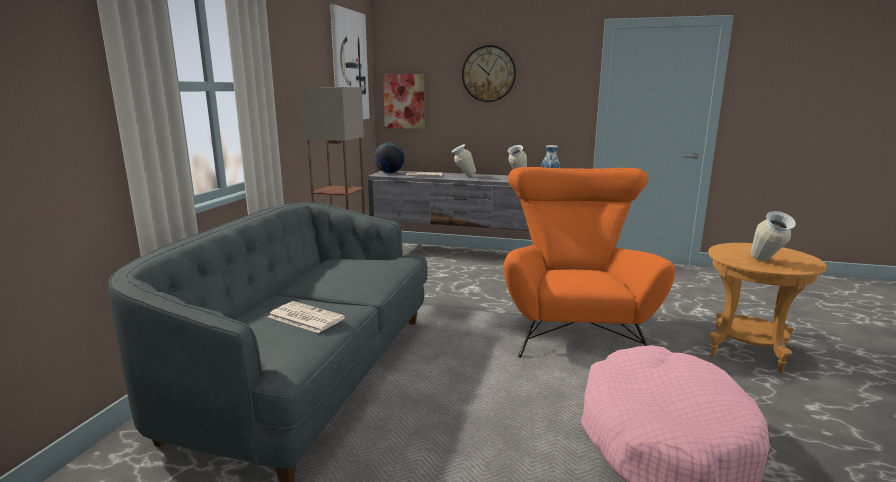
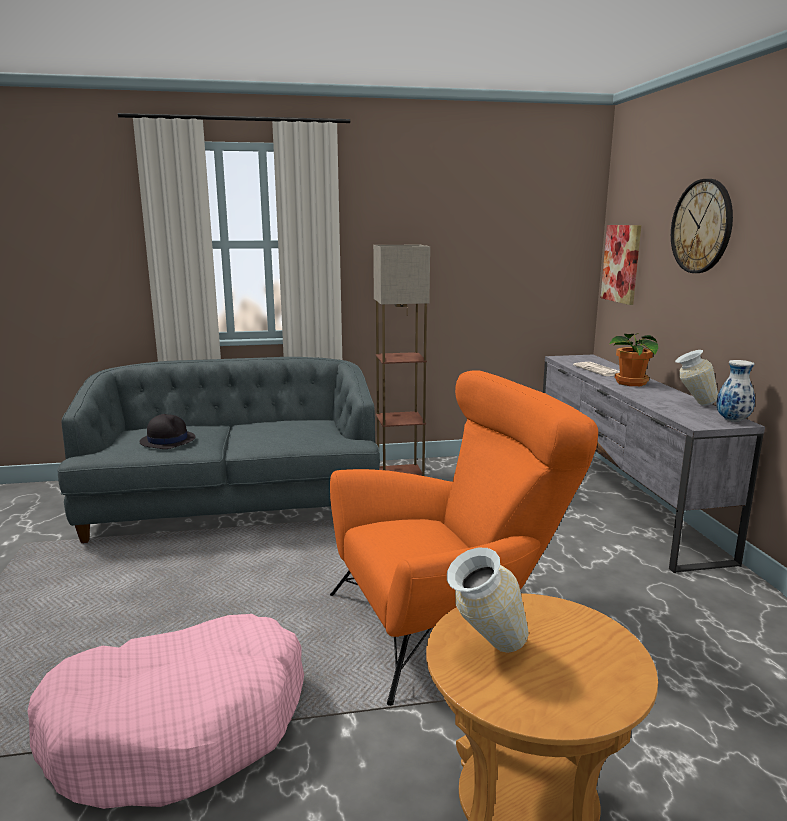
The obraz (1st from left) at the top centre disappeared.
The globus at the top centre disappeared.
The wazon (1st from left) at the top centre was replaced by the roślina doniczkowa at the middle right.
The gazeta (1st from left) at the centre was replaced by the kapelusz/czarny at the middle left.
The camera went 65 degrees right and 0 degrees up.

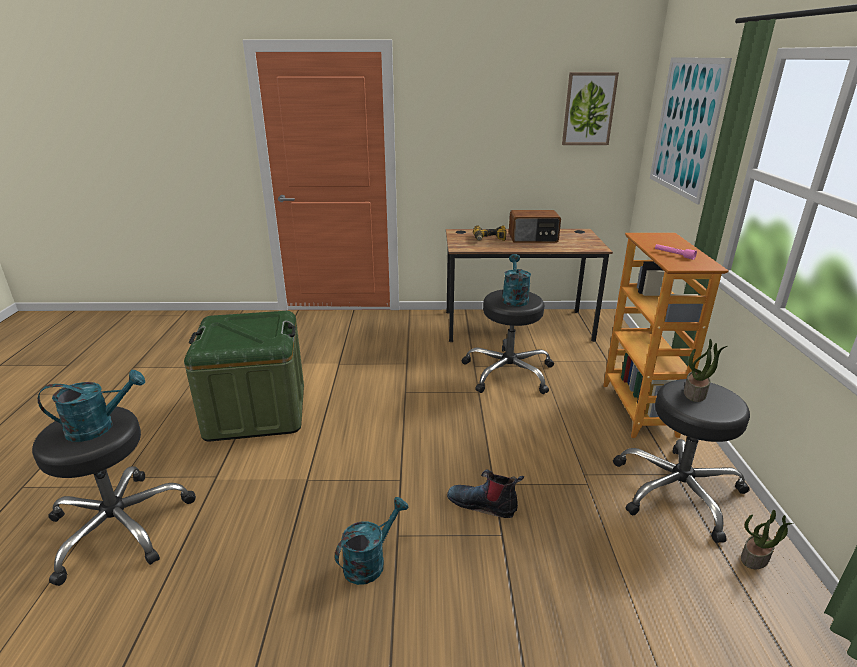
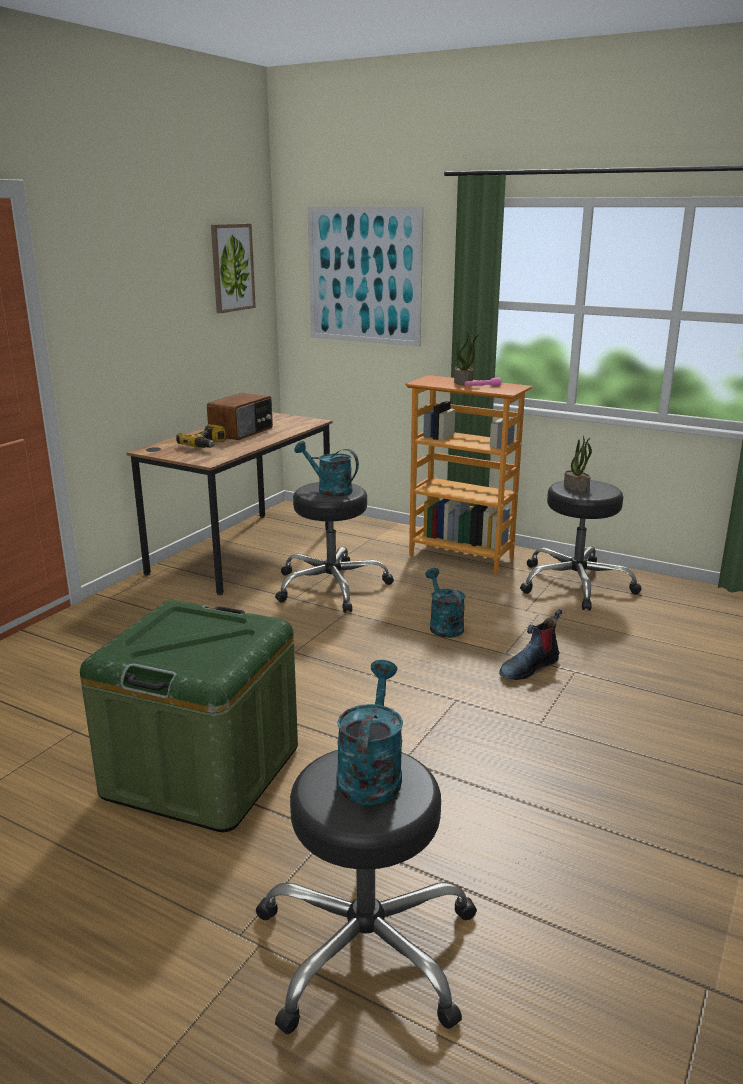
The konewka/turkusowy (2nd from left in the first image) moved from the bottom centre to the centre.
The roślina doniczkowa (2nd from left in the first image) moved from the bottom right to the top centre.
The camera went 60 degrees left and 5 degrees down.

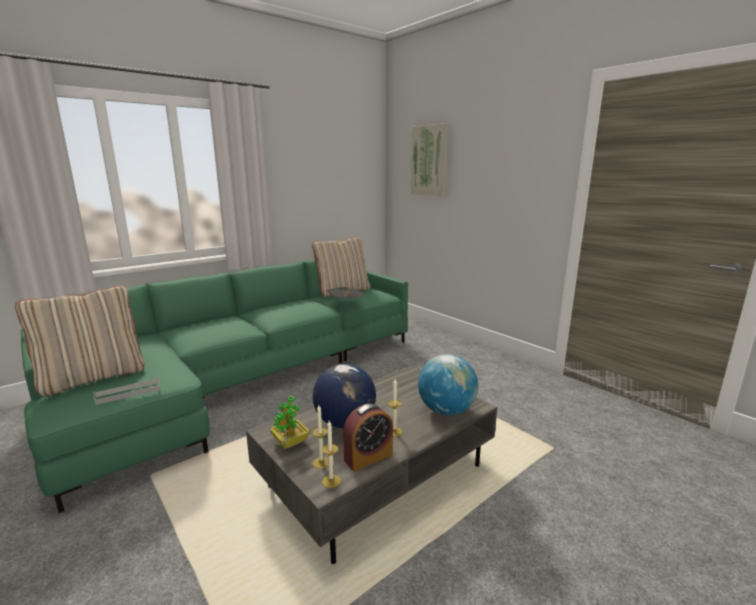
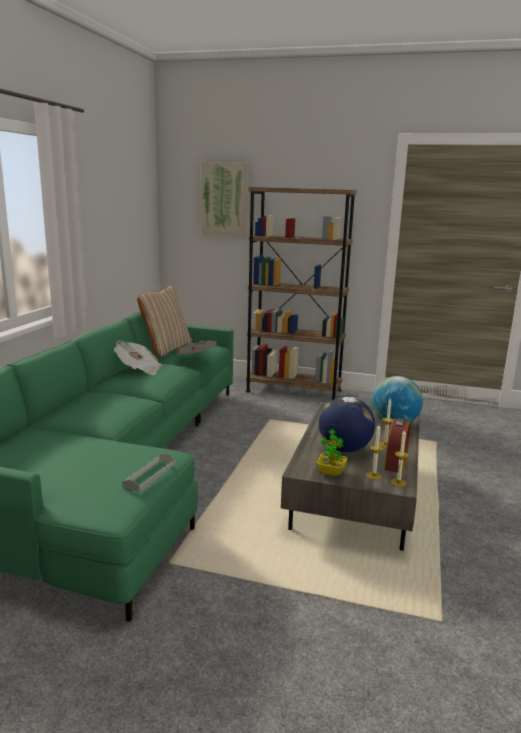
The poduszka/beżowy (1st from left) at the middle left disappeared.
The regał/brązowy at the centre appeared.
The gazeta (1st from left) at the middle left appeared.
The camera went 35 degrees left and 0 degrees up.

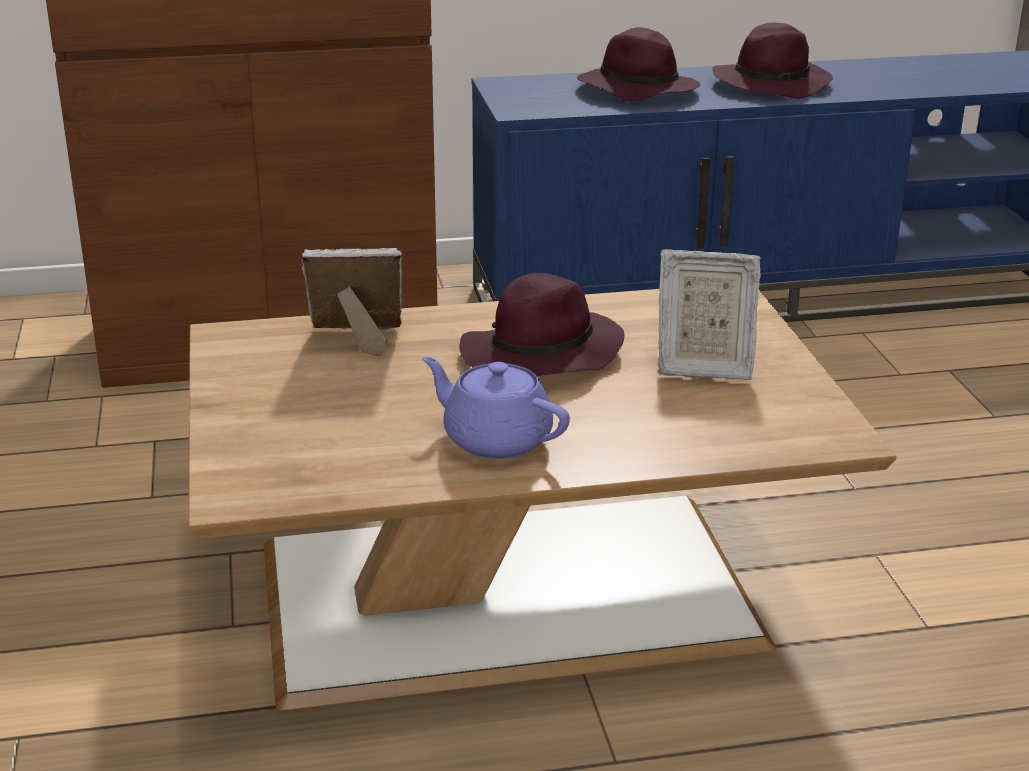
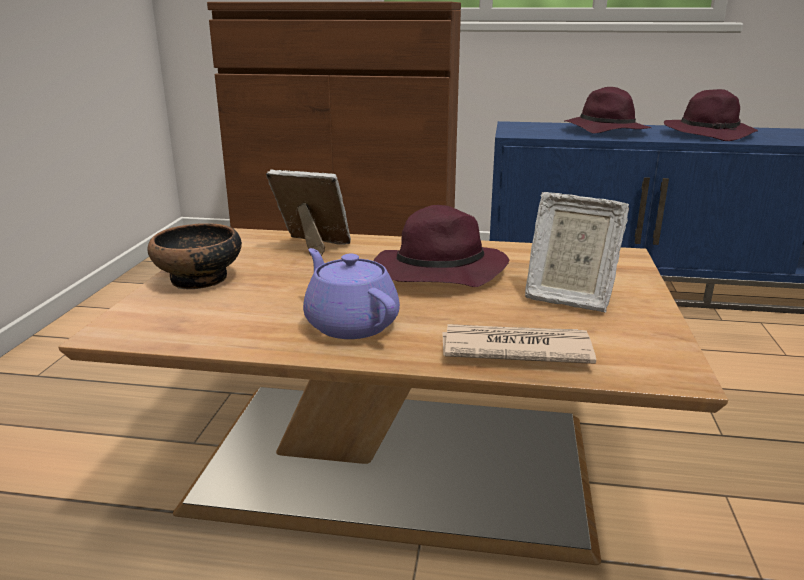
The miska at the middle left appeared.
The gazeta at the centre appeared.
The camera went 20 degrees right and 5 degrees down.

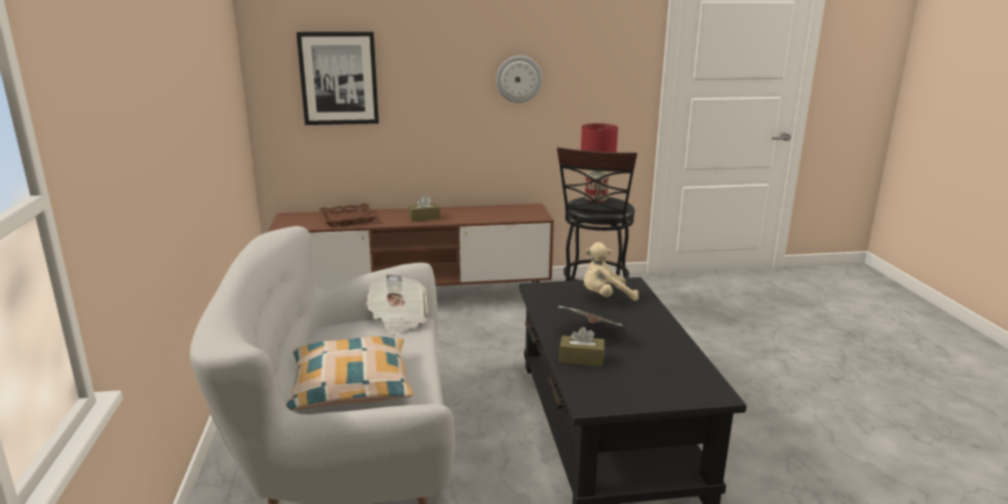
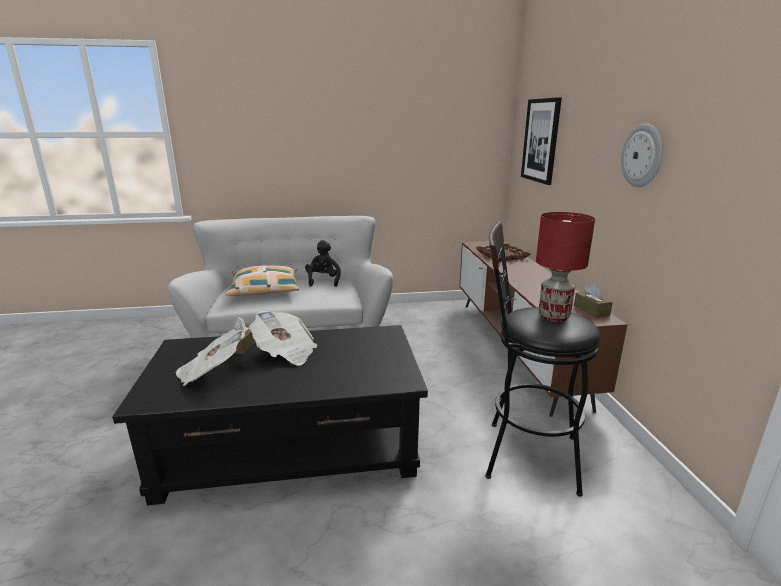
The pudełko chusteczek/brązowy (1st from left in the first image) moved from the centre to the middle right.
The pluszak/beżowy at the centre disappeared.
The gazeta (1st from left) moved from the centre to the middle left.
The pluszak/czarny at the centre appeared.
The camera went 90 degrees right and 0 degrees up.

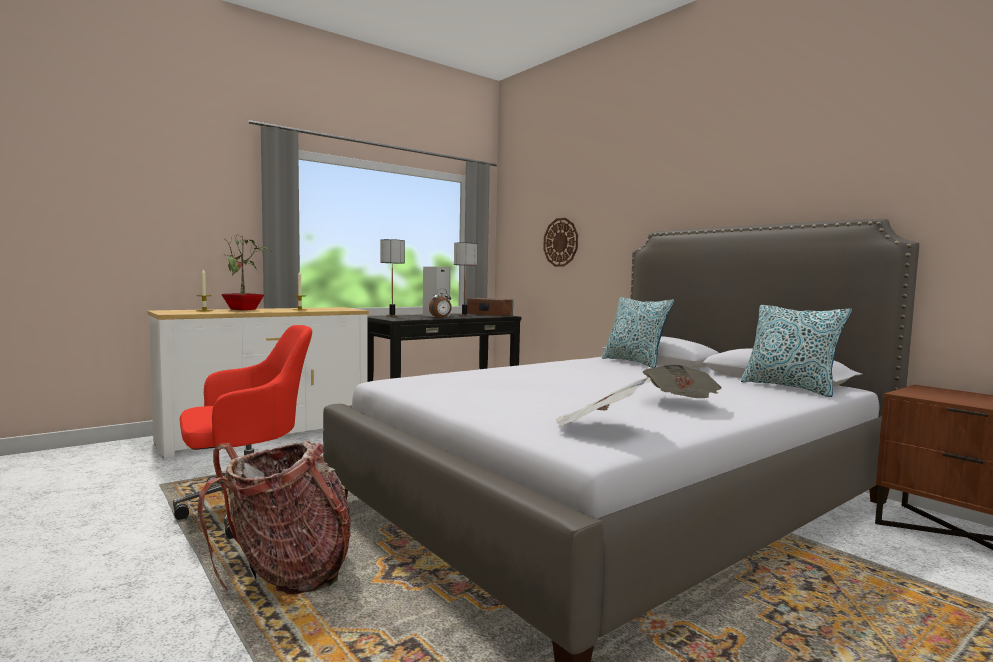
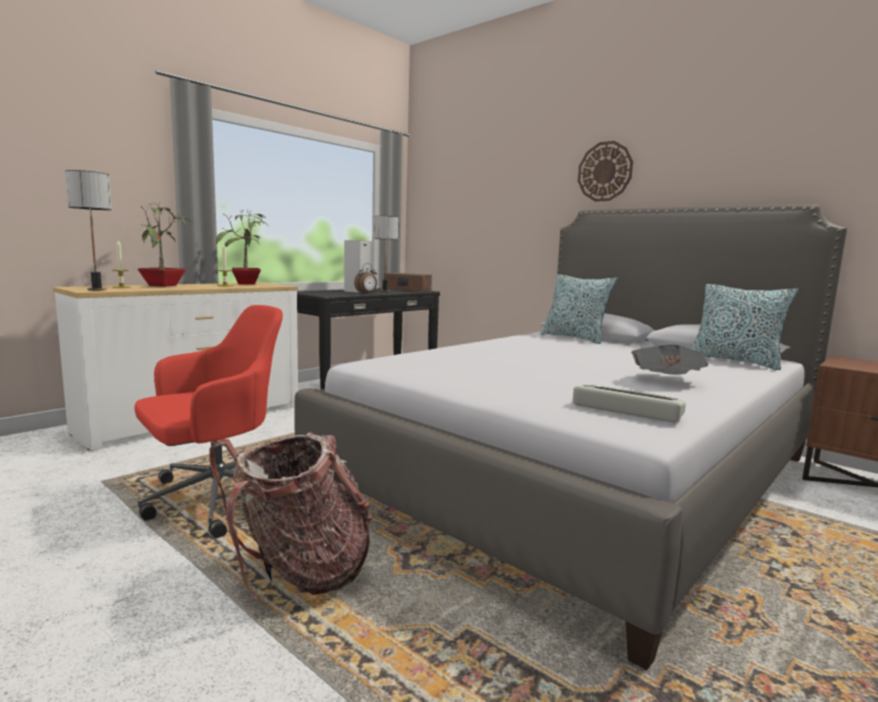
The zegar ścienny moved from the centre to the top right.
The lampa stołowa (1st from left) moved from the centre to the top left.
The gazeta (1st from left) at the centre was replaced by the klawiatura at the middle right.
The roślina doniczkowa (2nd from left) at the middle left appeared.
The camera went 10 degrees left and 5 degrees up.

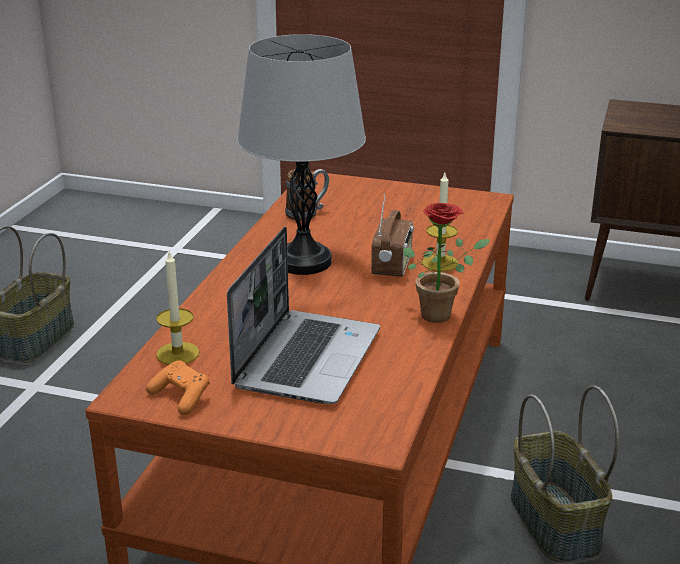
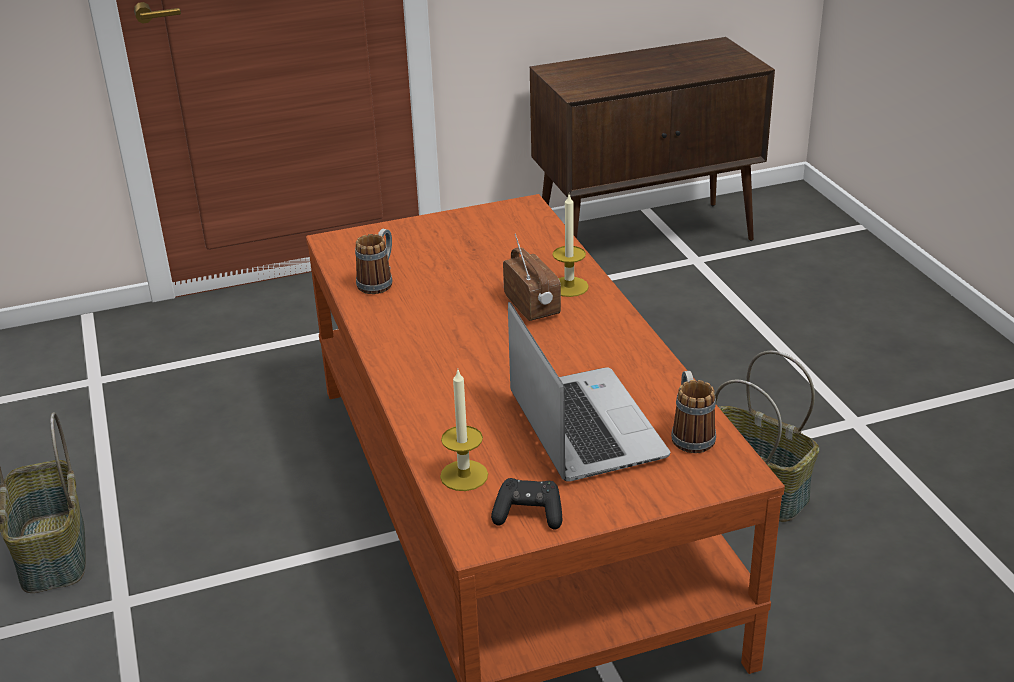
The lampa stołowa/szary at the top centre disappeared.
The roślina doniczkowa at the centre disappeared.
The pad do gier/pomarańczowy at the bottom left became the pad do gier/czarny at the bottom centre.
The kubek (2nd from left) at the middle right appeared.
The camera went 35 degrees left and 5 degrees up.

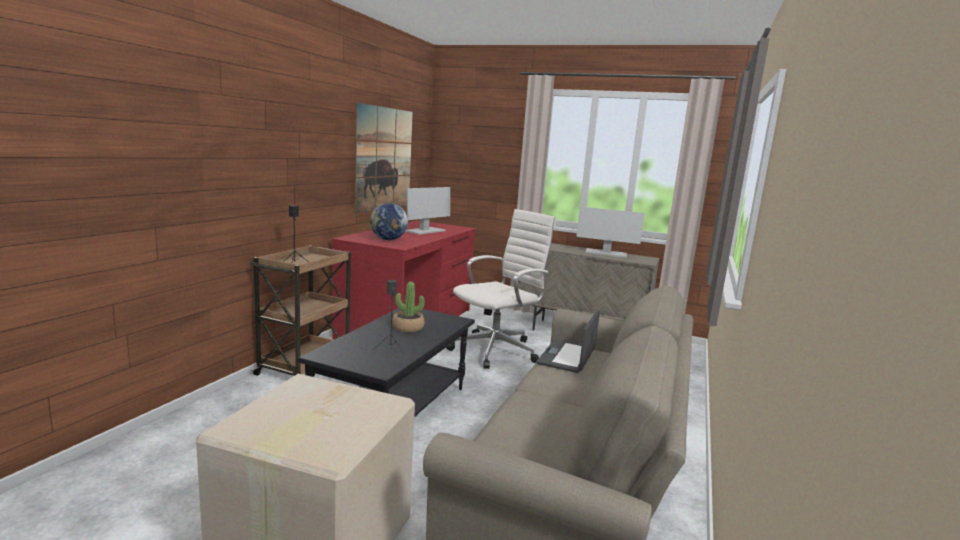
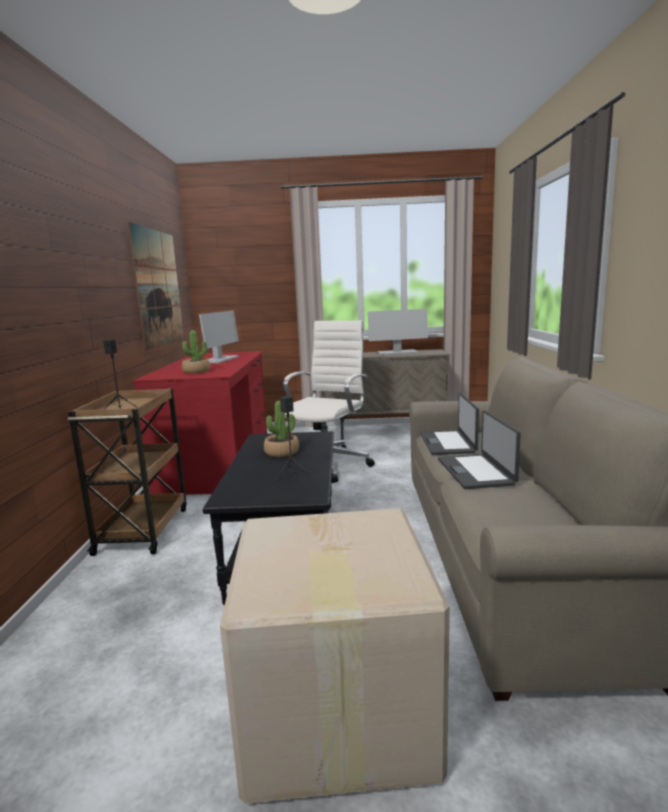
The globus at the centre was replaced by the roślina doniczkowa (1st from left) at the middle left.
The laptop (2nd from left) at the middle right appeared.
The camera went 20 degrees left and 0 degrees up.

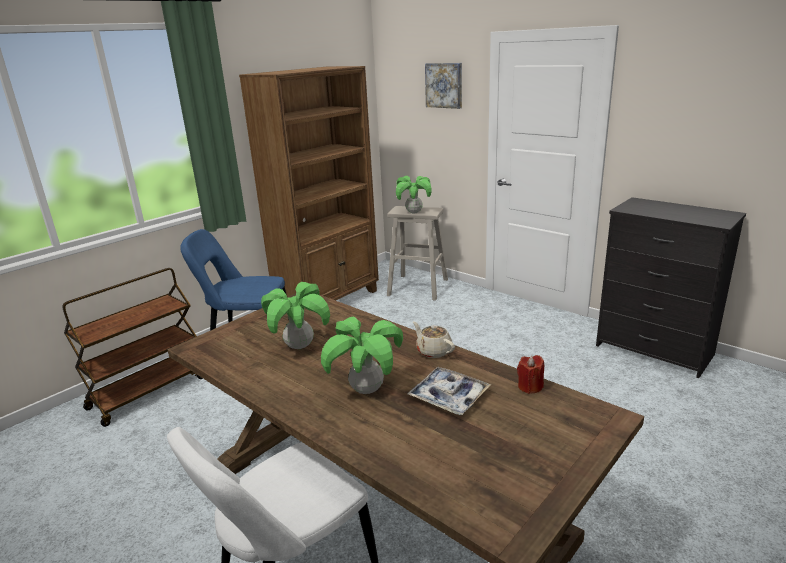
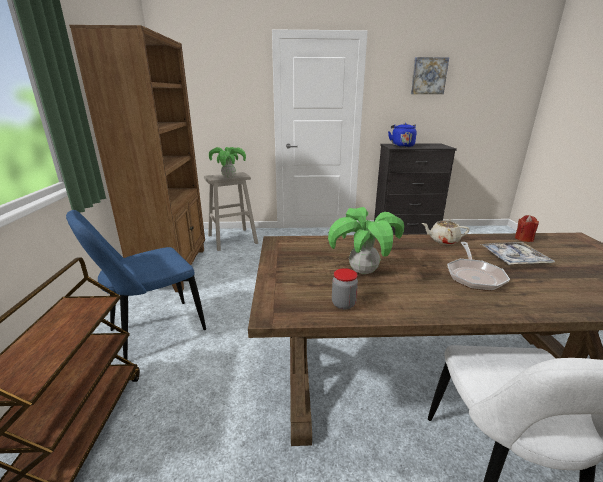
The obraz moved from the top centre to the top right.
The roślina doniczkowa (2nd from left) at the centre was replaced by the patelnia at the middle right.
The czajnik/niebieski at the top right appeared.
The słoik at the centre appeared.
The camera went 45 degrees left and 0 degrees up.

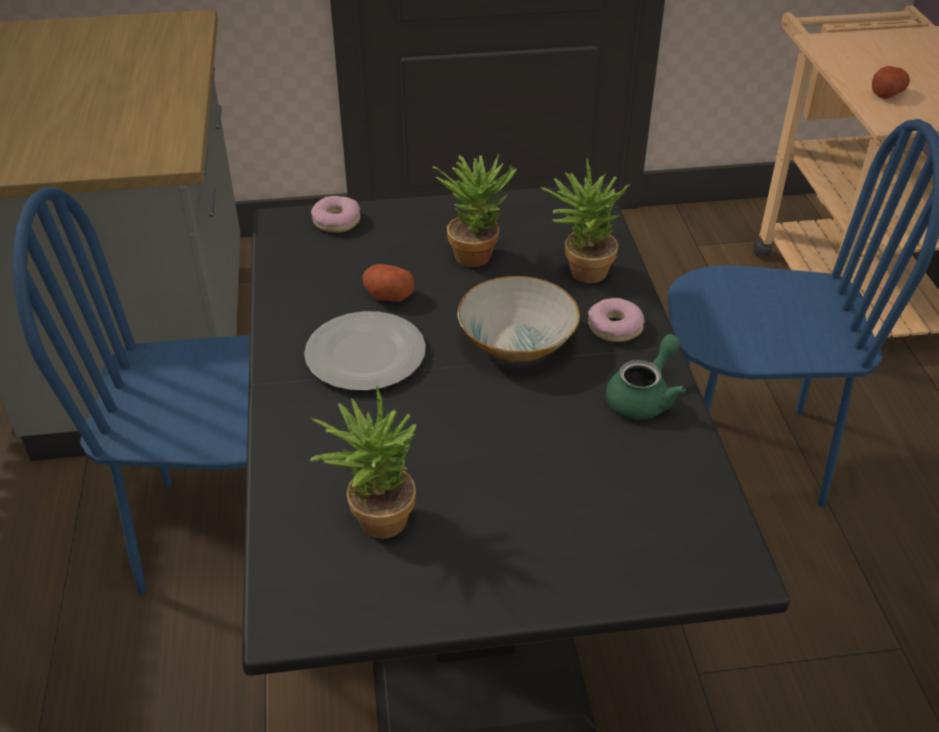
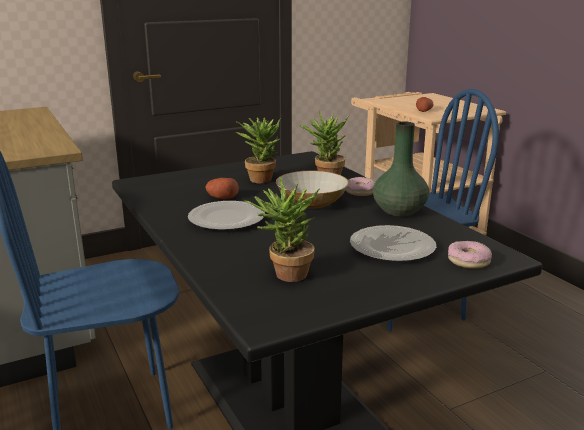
The donut (1st from left in the first image) moved from the top centre to the middle right.
The imbryk/zielony at the middle right was replaced by the wazon/zielony at the middle right.
The talerz (2nd from left) at the middle right appeared.
The camera went 20 degrees left and 20 degrees down.

